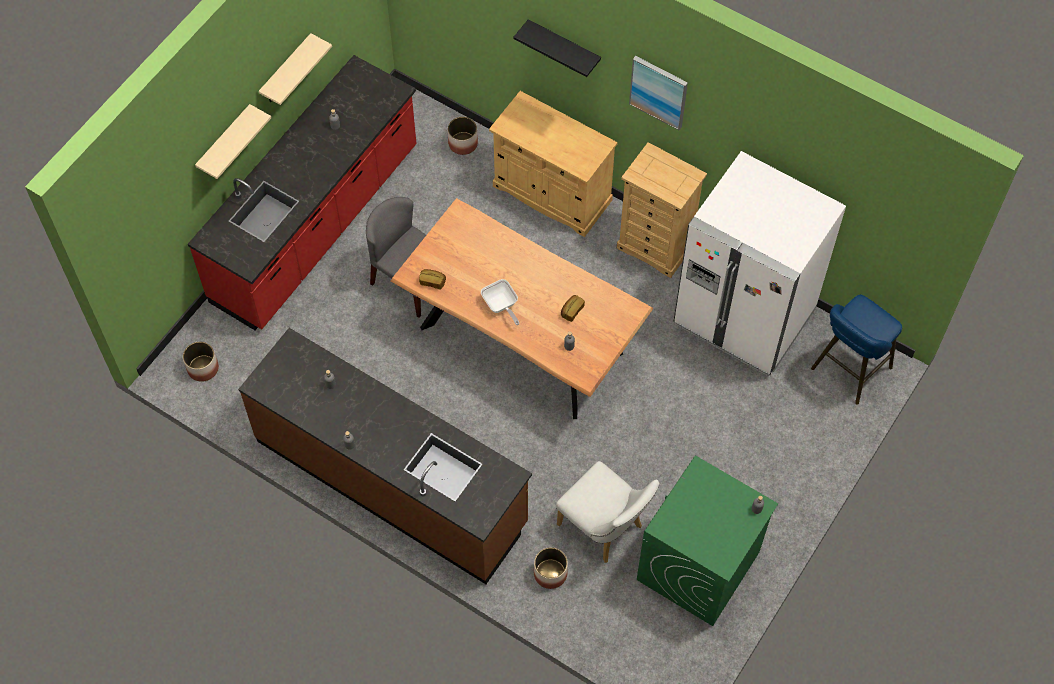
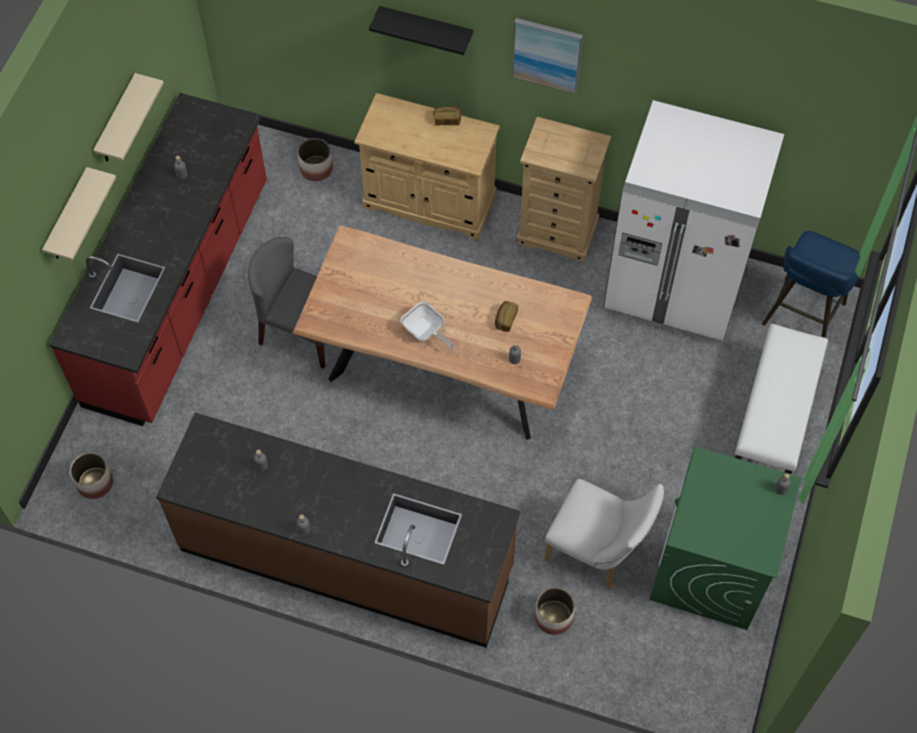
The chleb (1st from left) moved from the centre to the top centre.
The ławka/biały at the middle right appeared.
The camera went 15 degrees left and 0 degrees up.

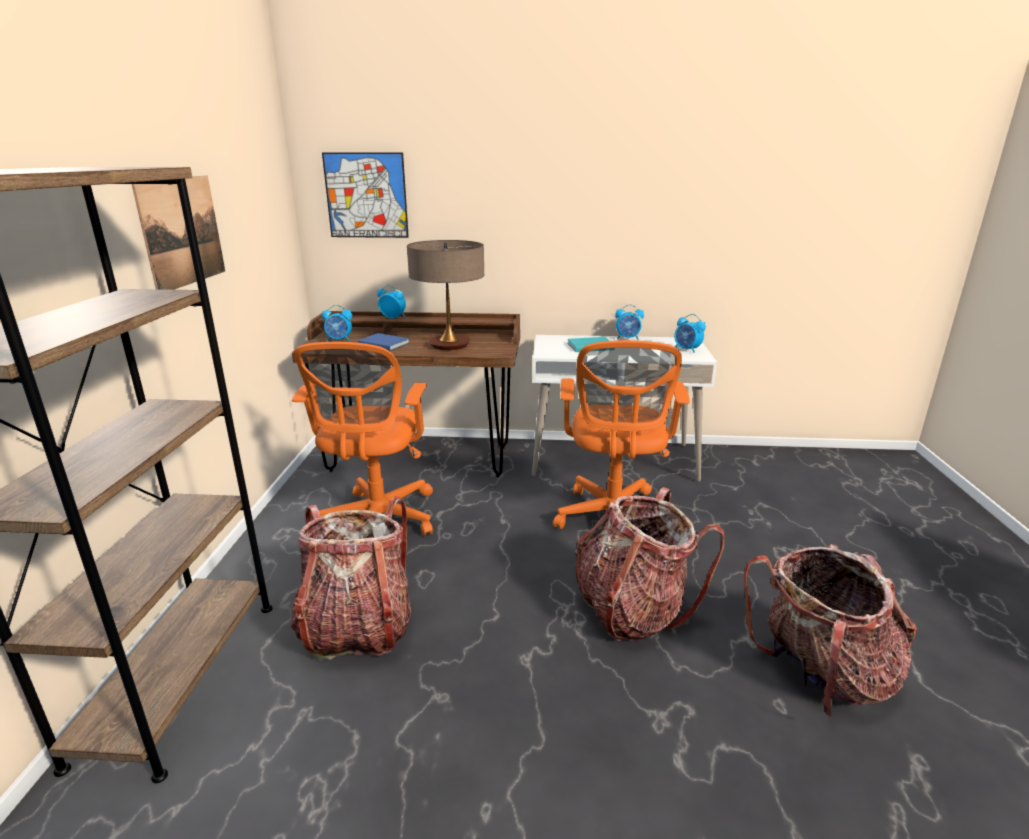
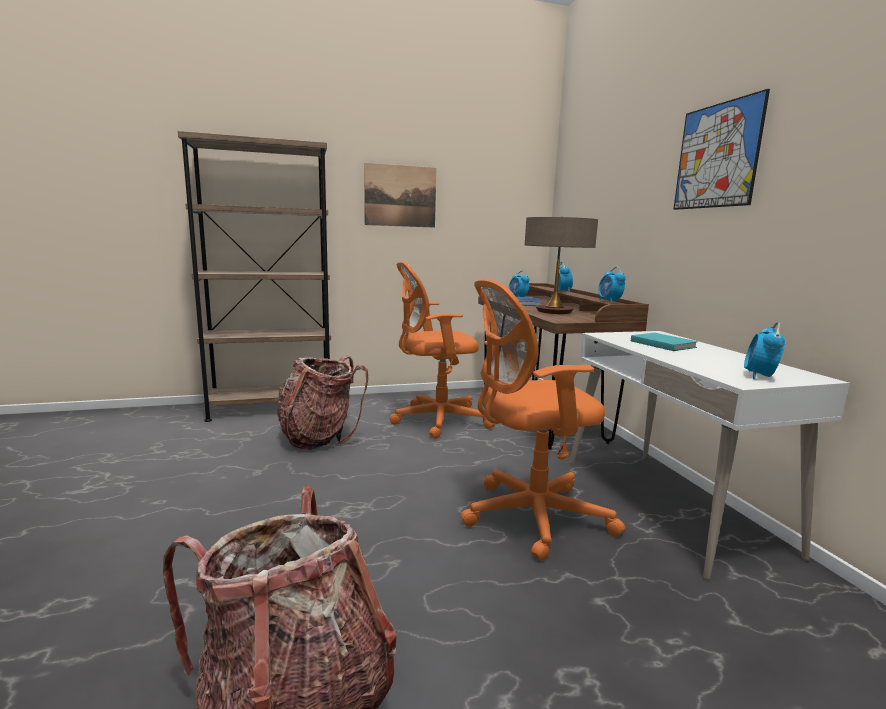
The obraz (2nd from left) moved from the top centre to the top right.
The budzik (3rd from left) moved from the centre to the middle right.
The plecak (2nd from left) at the bottom centre disappeared.
The camera went 70 degrees right and 10 degrees down.

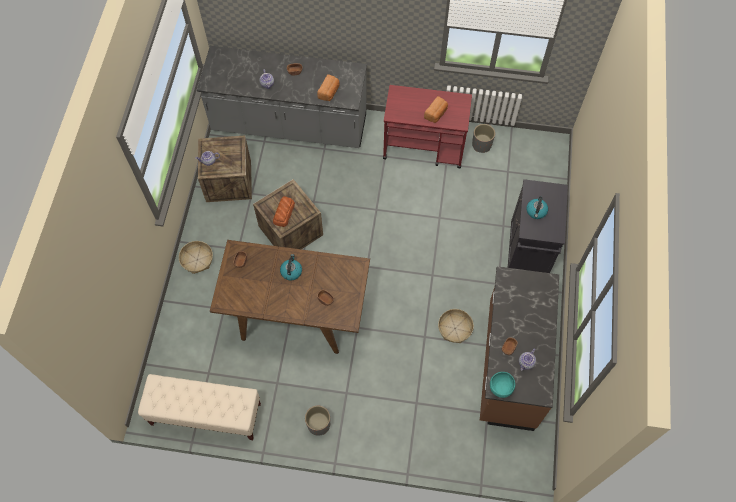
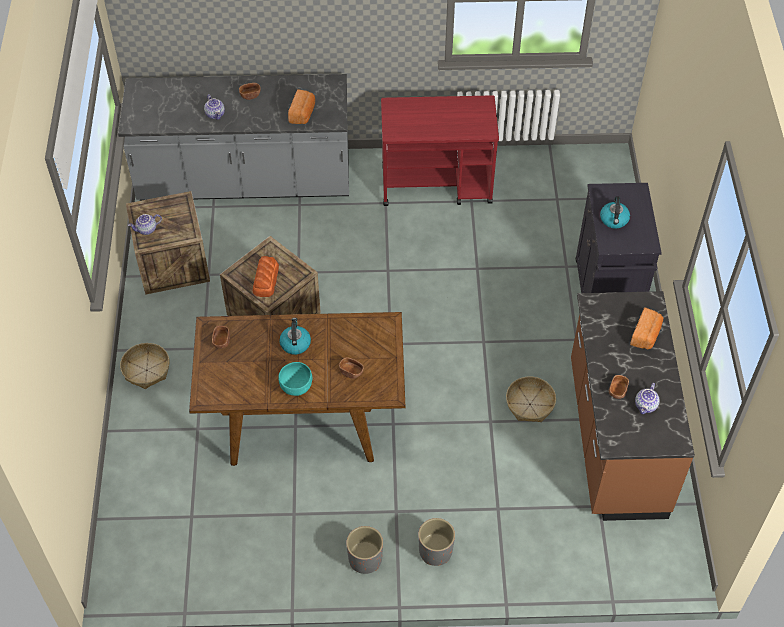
The chleb (3rd from left) moved from the top centre to the middle right.
The donica/szary (2nd from left) moved from the top centre to the bottom centre.
The miska/turkusowy moved from the bottom right to the centre.
The ławka/beżowy at the bottom left disappeared.
The camera went 10 degrees left and 10 degrees down.

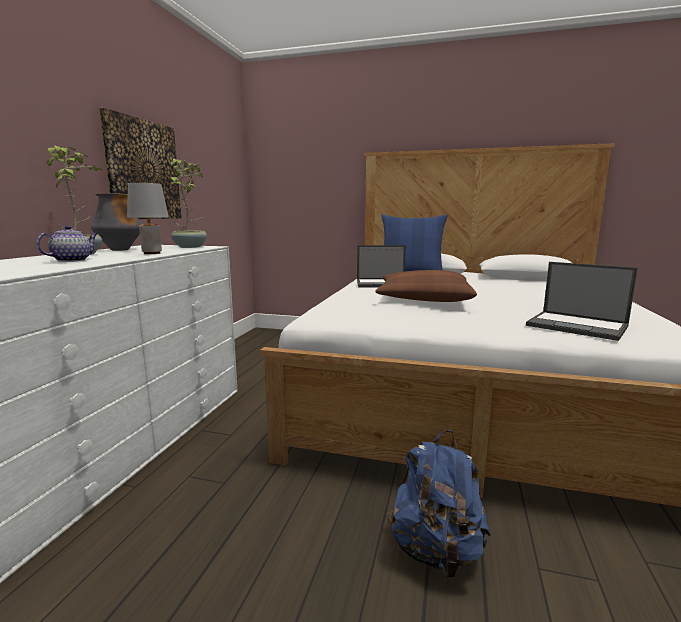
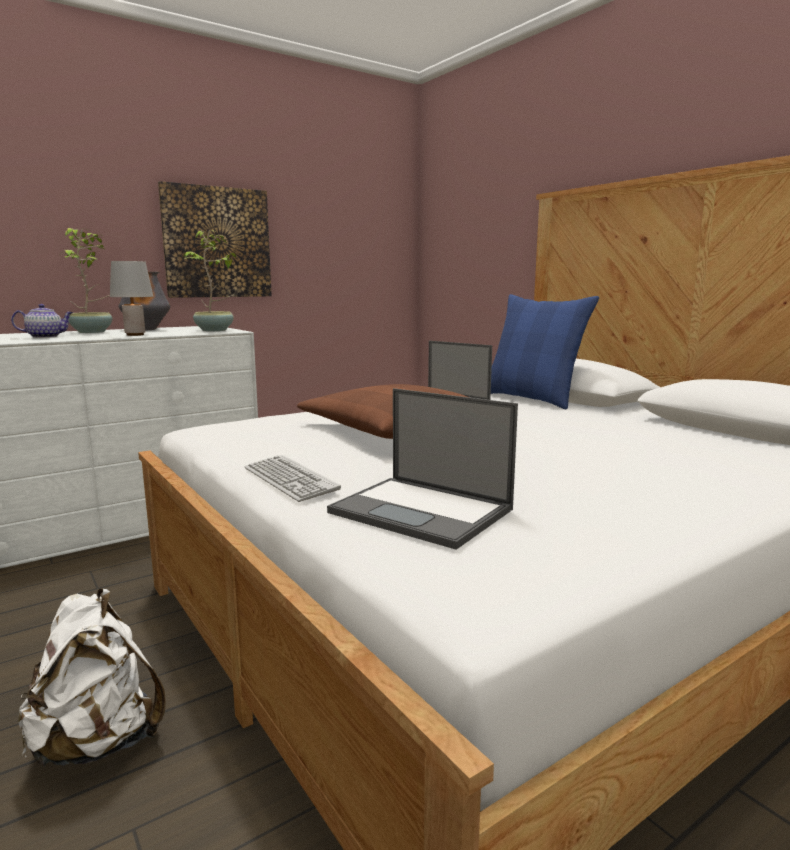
The laptop (2nd from left in the first image) at the middle right turned 45 degrees counterclockwise.
The plecak/niebieski at the bottom centre became the plecak/biały at the bottom left.
The klawiatura at the centre appeared.
The camera went 40 degrees right and 0 degrees up.

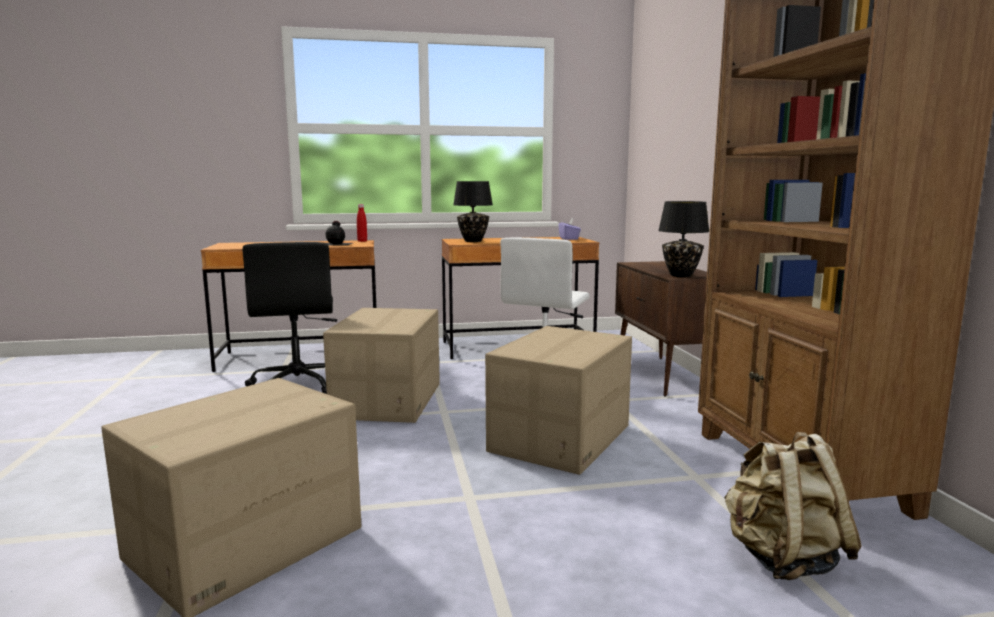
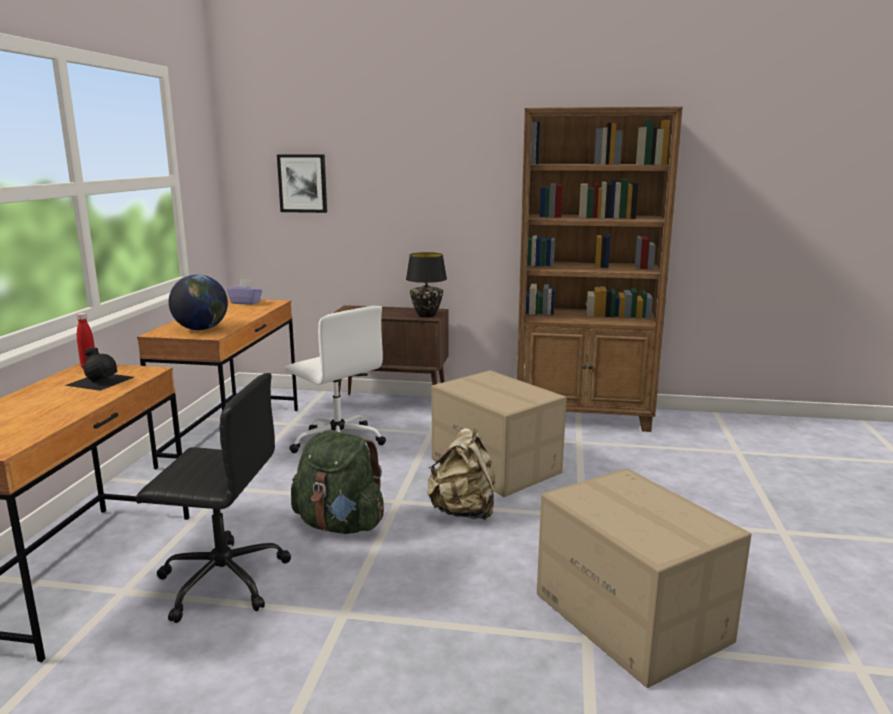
The lampa stołowa/czarny (1st from left) at the centre was replaced by the globus at the middle left.
The karton (2nd from left) at the centre was replaced by the plecak/zielony at the bottom centre.
The plecak/beżowy moved from the bottom right to the centre.
The obraz at the top centre appeared.
The camera went 70 degrees left and 5 degrees up.

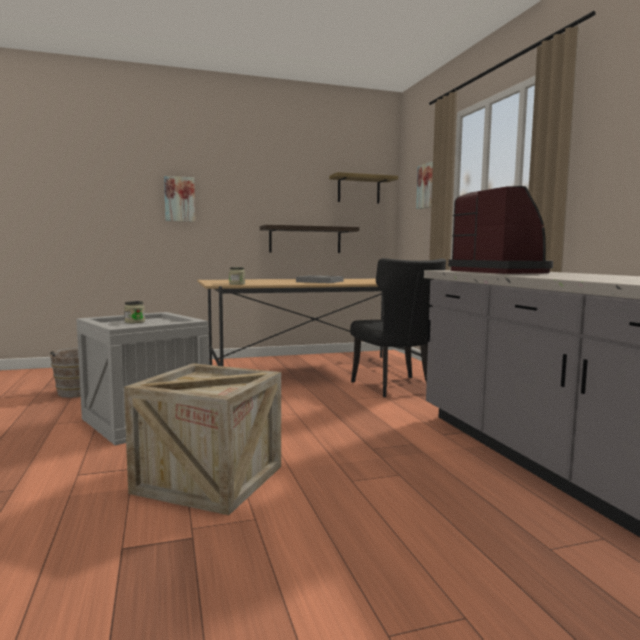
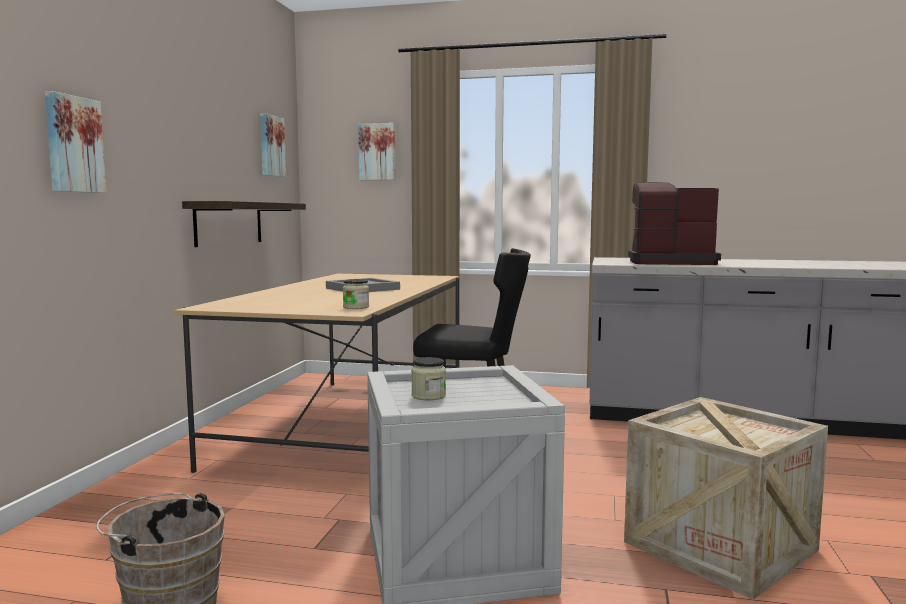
The półka (2nd from left) at the top centre was replaced by the obraz (2nd from left) at the top left.
The camera went 60 degrees left and 0 degrees up.

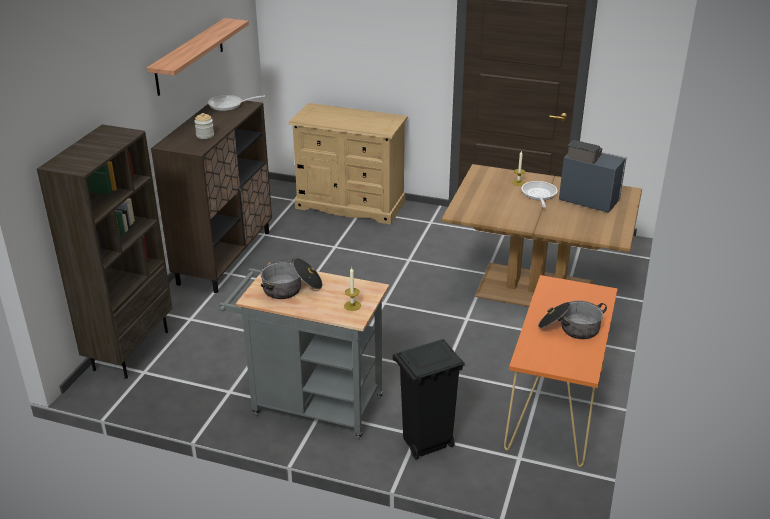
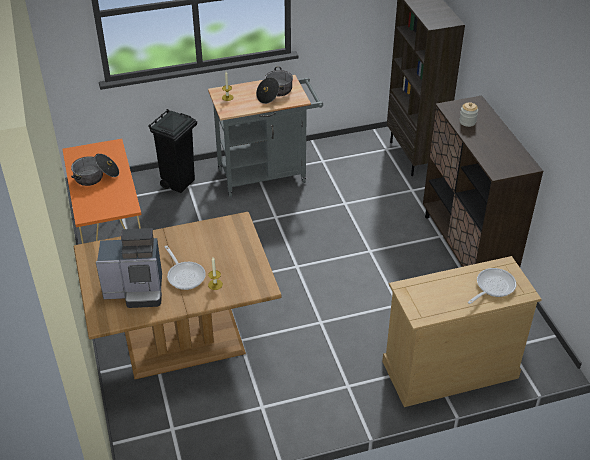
The półka at the top left disappeared.
The patelnia (1st from left in the first image) moved from the top left to the middle right.
The camera went 145 degrees right and 10 degrees up.

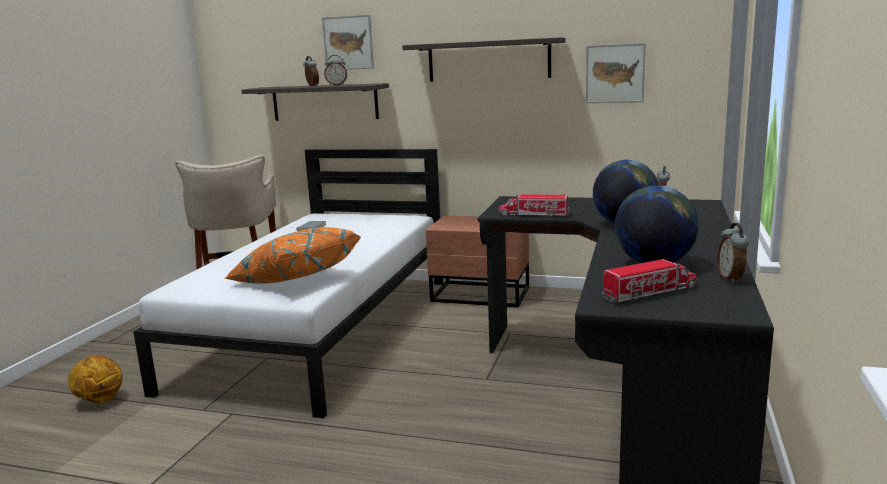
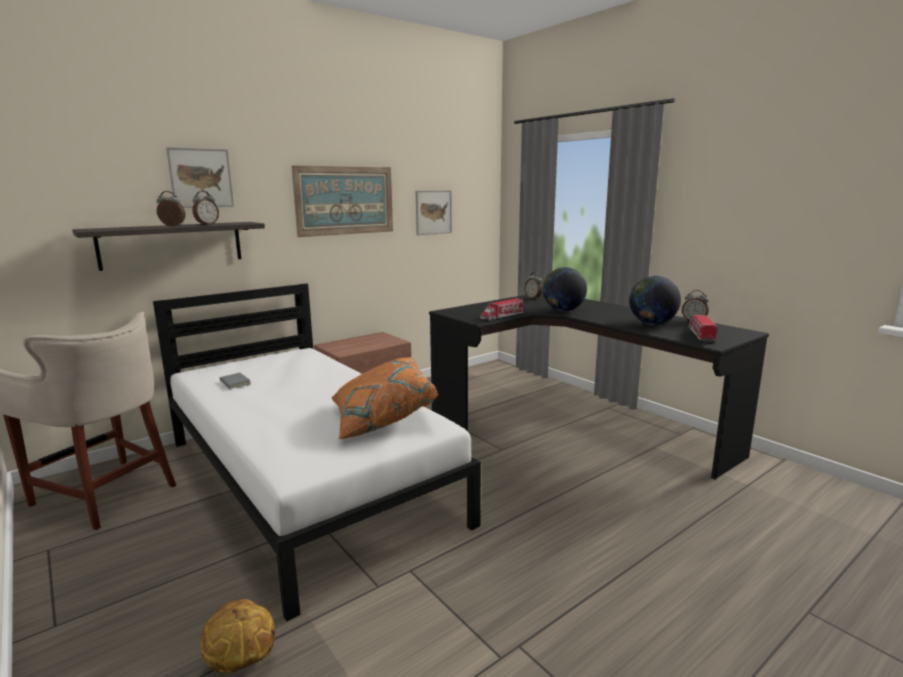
The półka (2nd from left) at the top centre was replaced by the obraz (2nd from left) at the top centre.
The camera went 55 degrees left and 0 degrees up.

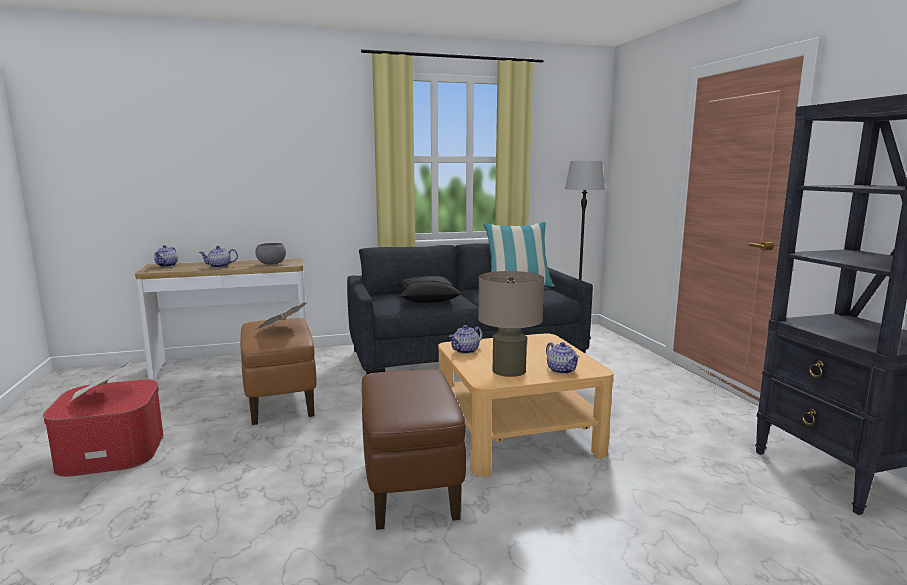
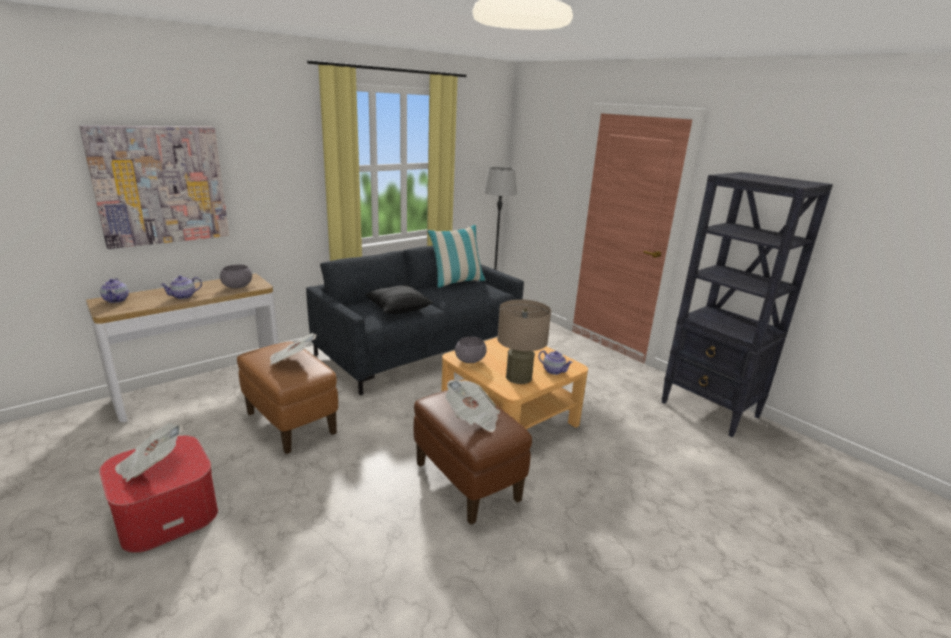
The imbryk (3rd from left) at the centre was replaced by the miska/szary (2nd from left) at the centre.
The obraz at the top left appeared.
The gazeta (3rd from left) at the centre appeared.
The camera went 25 degrees left and 10 degrees up.

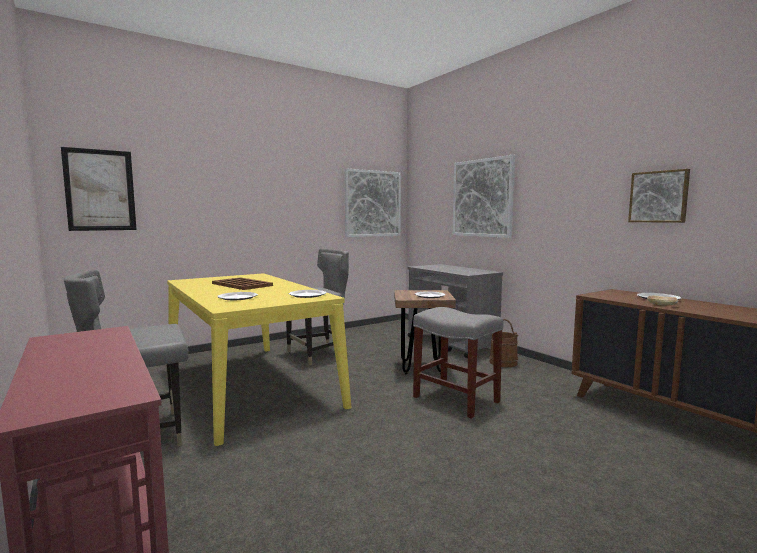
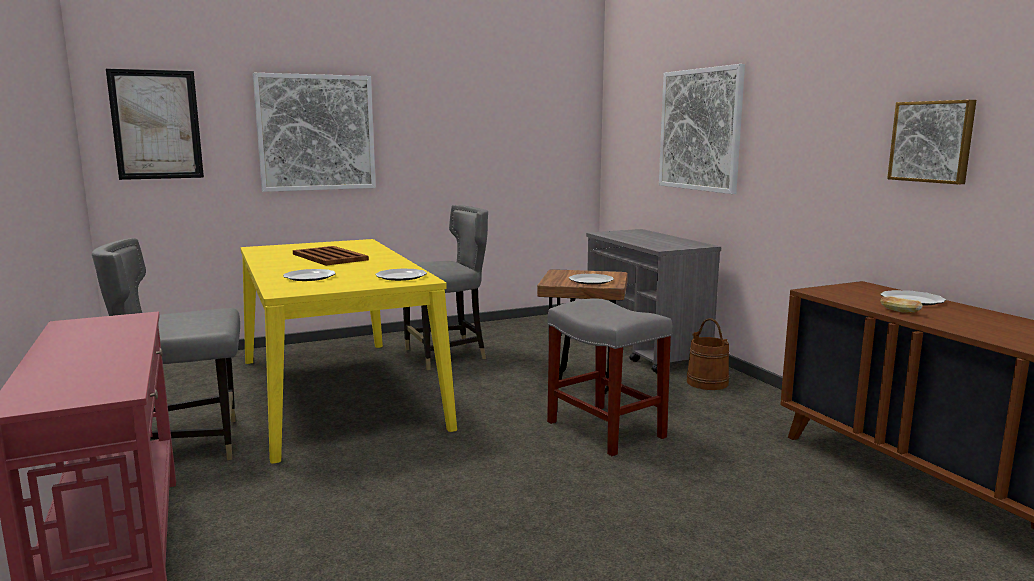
The obraz (2nd from left) moved from the centre to the top left.
The camera went 10 degrees right and 5 degrees up.

